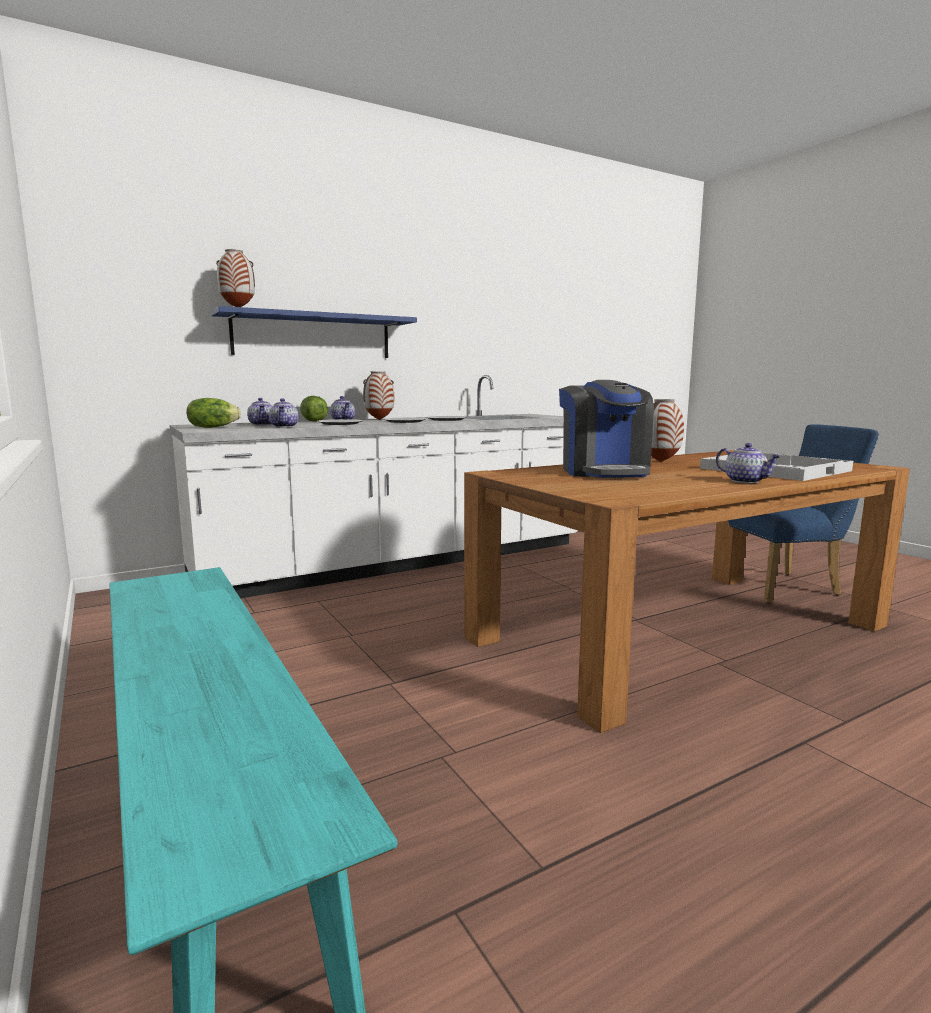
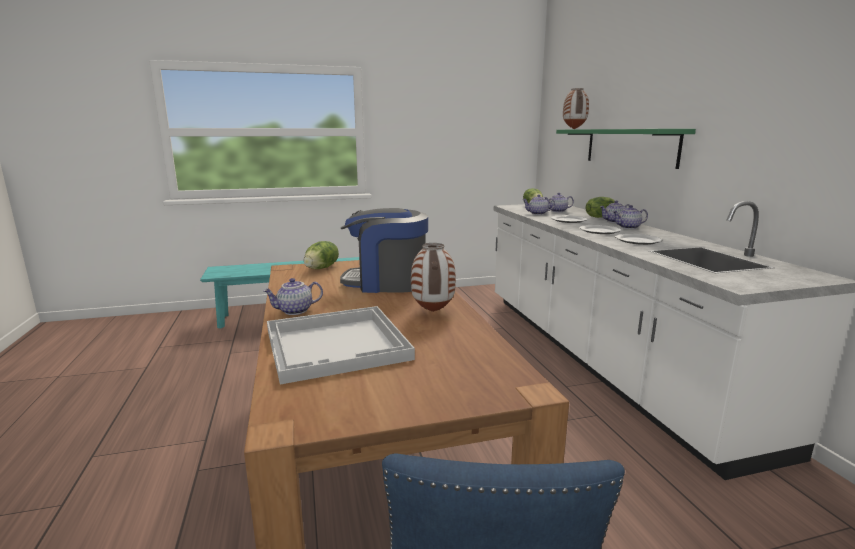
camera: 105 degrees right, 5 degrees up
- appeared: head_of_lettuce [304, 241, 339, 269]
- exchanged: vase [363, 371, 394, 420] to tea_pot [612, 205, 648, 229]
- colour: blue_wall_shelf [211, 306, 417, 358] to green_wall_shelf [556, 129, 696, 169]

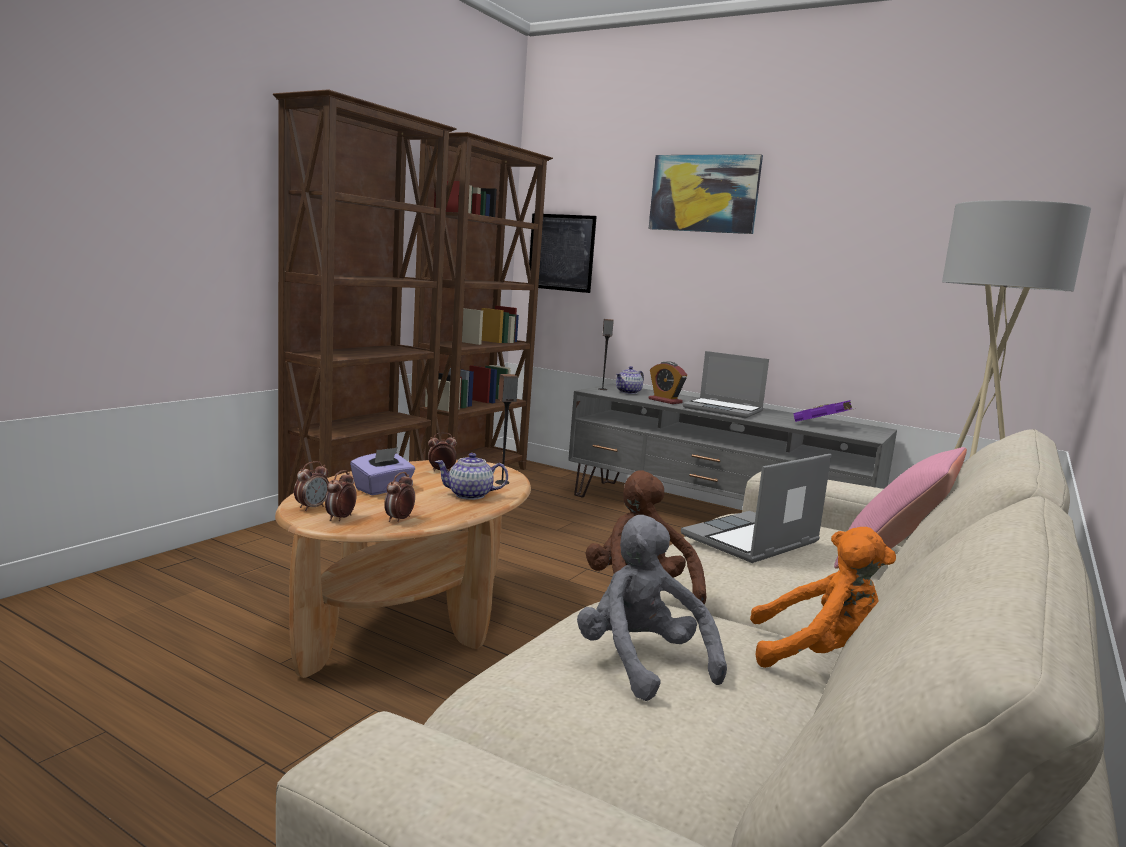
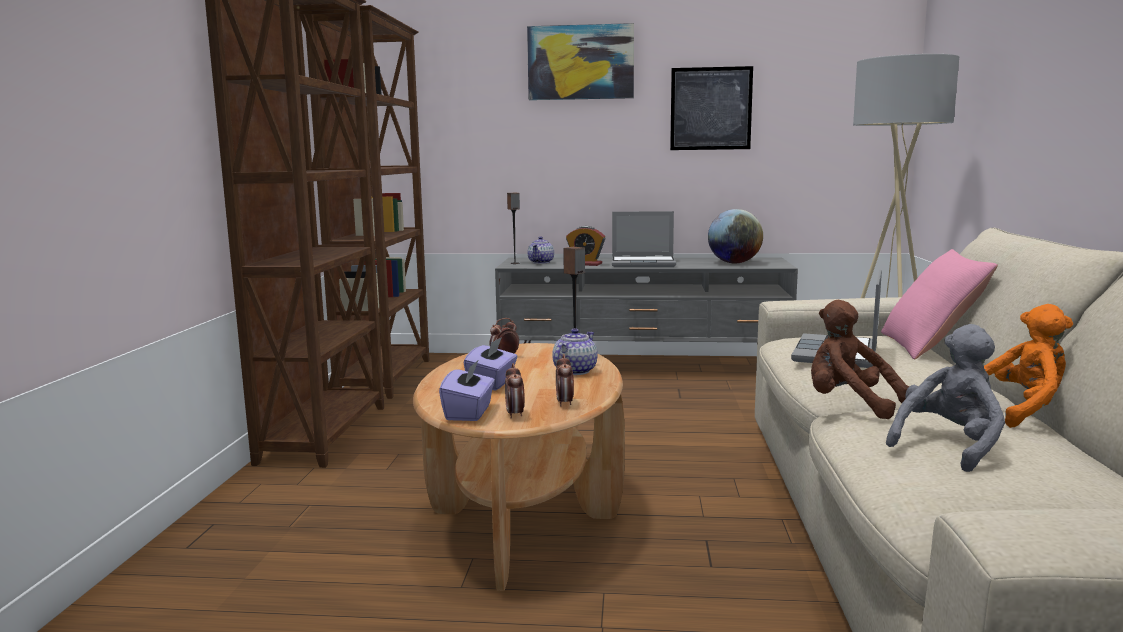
camera: 25 degrees left, 0 degrees up
- relocated: wall_art [529, 213, 597, 293] to [670, 66, 753, 150]
- exchanged: alarm_clock [294, 461, 329, 511] to purple-coloured_tissue_box [439, 360, 495, 421]
- exchanged: purple-coloured_bound_book [793, 400, 856, 422] to world_globe [708, 209, 763, 263]
- spun: tea_pot [435, 453, 508, 500] = [552, 328, 598, 375] 150 degrees clockwise
- spun: gray_plush_toy [577, 515, 727, 701] = [886, 324, 1005, 472] 105 degrees clockwise

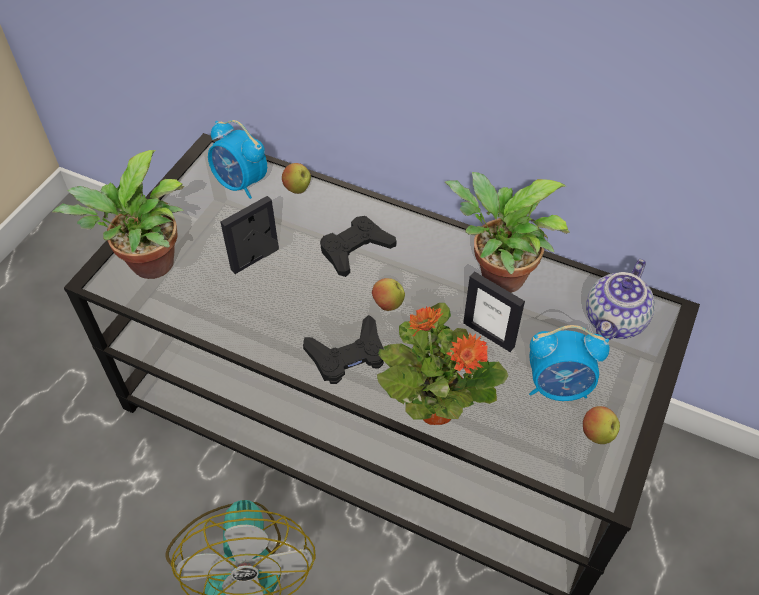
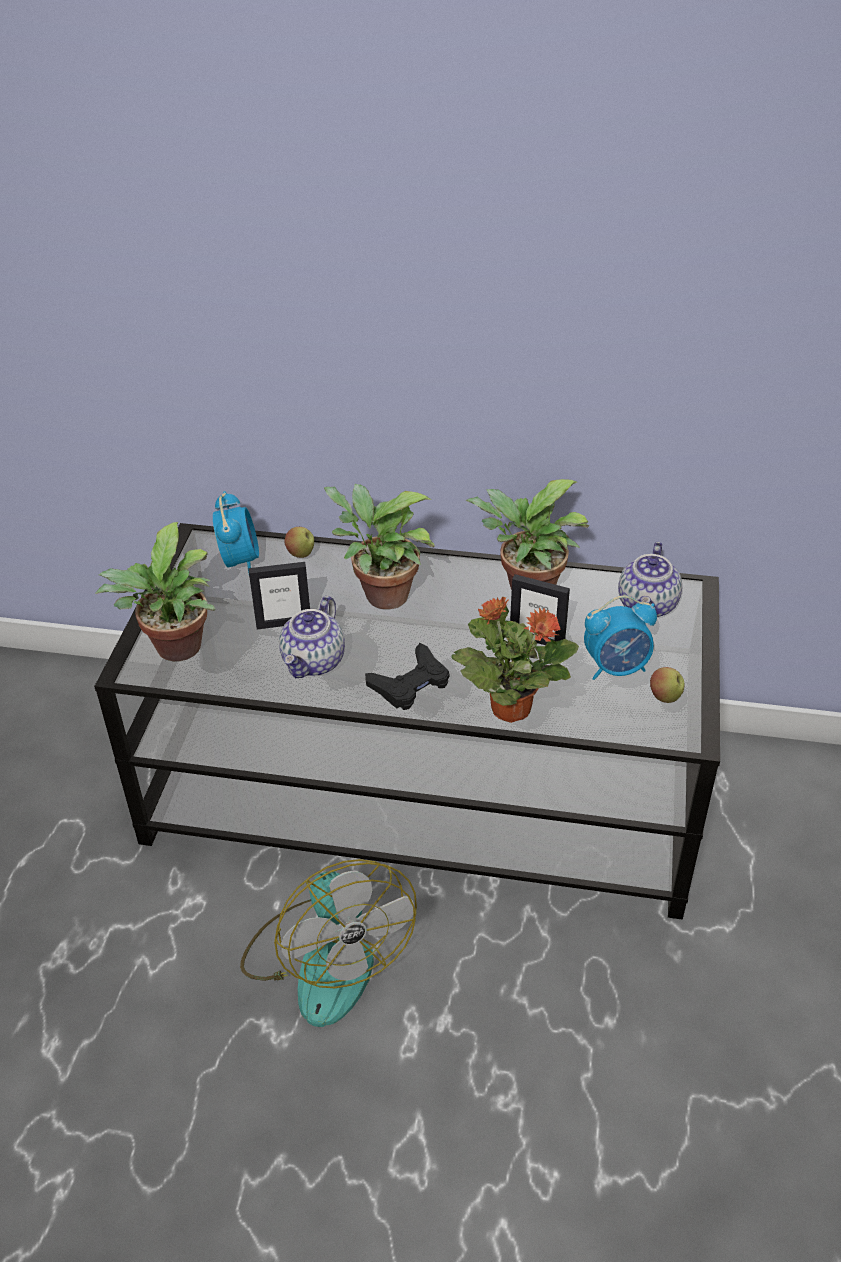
camera: 15 degrees left, 10 degrees down
- missing: apple_fruit [372, 278, 405, 311]
- appeared: tea_pot [279, 596, 345, 678]
- exchanged: black-coloured_game_controller [320, 216, 396, 277] to houseplant [324, 484, 435, 609]
- spun: alarm_clock [208, 120, 267, 199] = [213, 491, 259, 573] 120 degrees counterclockwise
- spun: standing_frame [220, 196, 279, 274] = [248, 562, 310, 630] 135 degrees counterclockwise

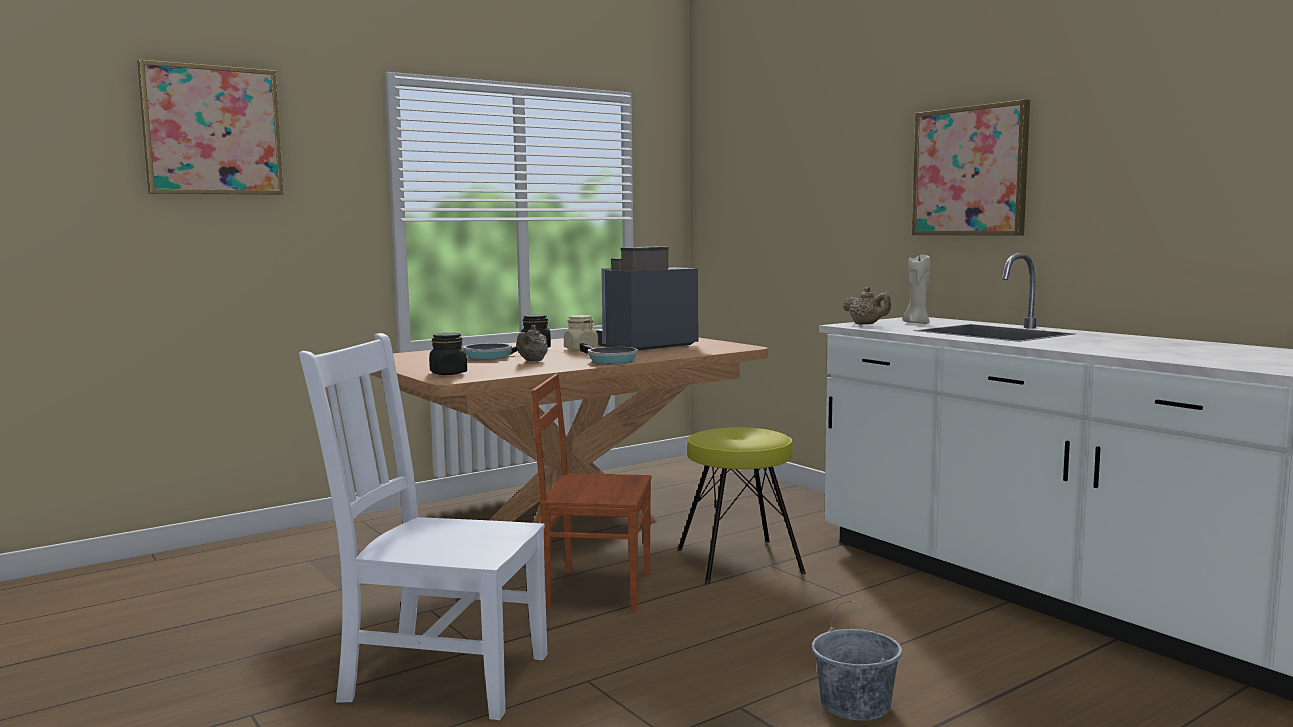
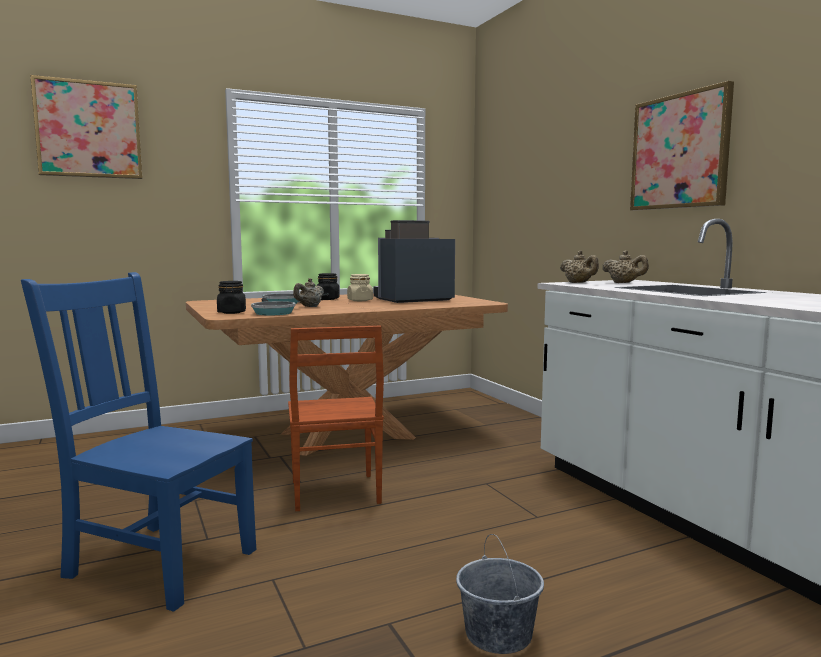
camera: 10 degrees right, 0 degrees up
- missing: yellow_stool_seat [678, 427, 806, 584]
- relocated: pan [579, 343, 638, 364] to [251, 298, 296, 315]
- exchanged: beige-coloured_candle [903, 254, 930, 324] to beige-coloured_tea_pot [602, 250, 649, 283]
- colour: white_plain_chair [299, 333, 547, 720] to blue_plain_chair [21, 272, 256, 612]
- spun: brownish_plain_chair [532, 374, 652, 612] = [288, 326, 384, 511] 120 degrees counterclockwise

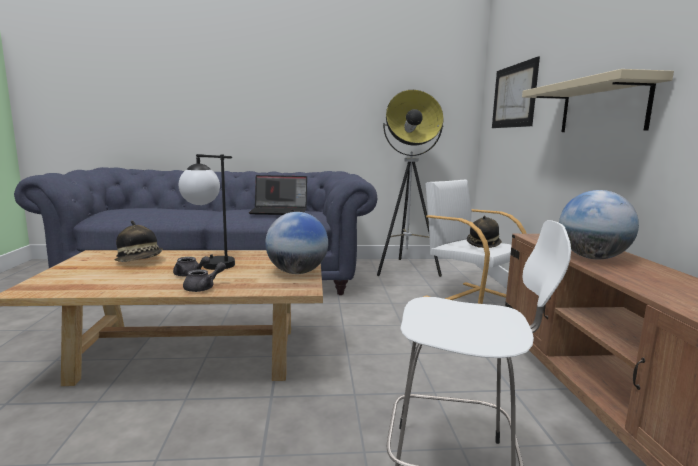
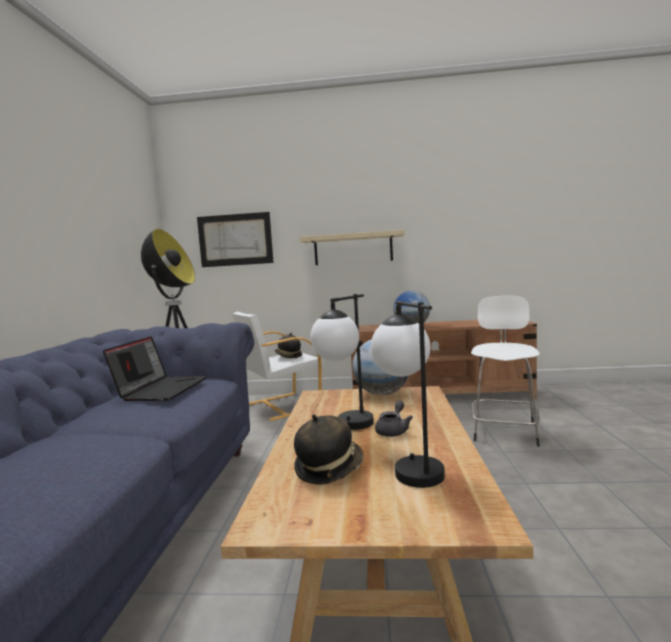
camera: 80 degrees left, 5 degrees down
- missing: gray_tea_pot [183, 262, 226, 292]
- appeared: lamp_for_a_table [371, 301, 445, 488]

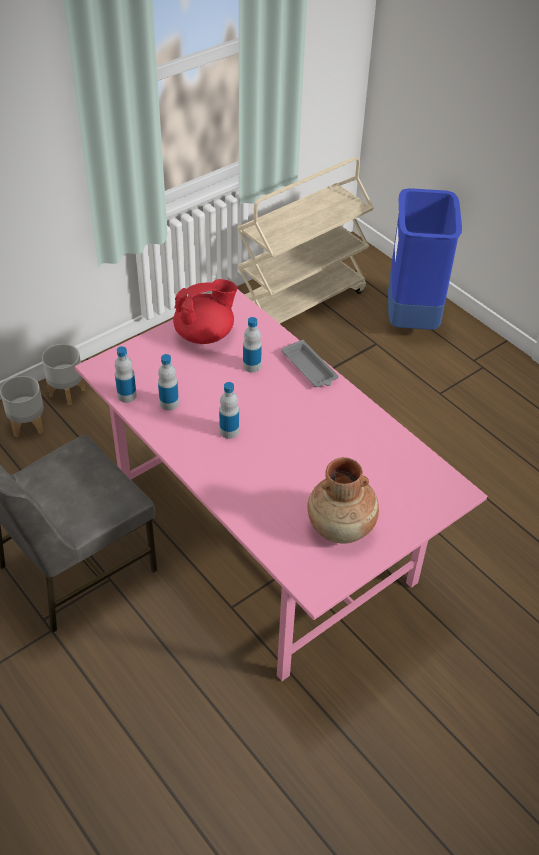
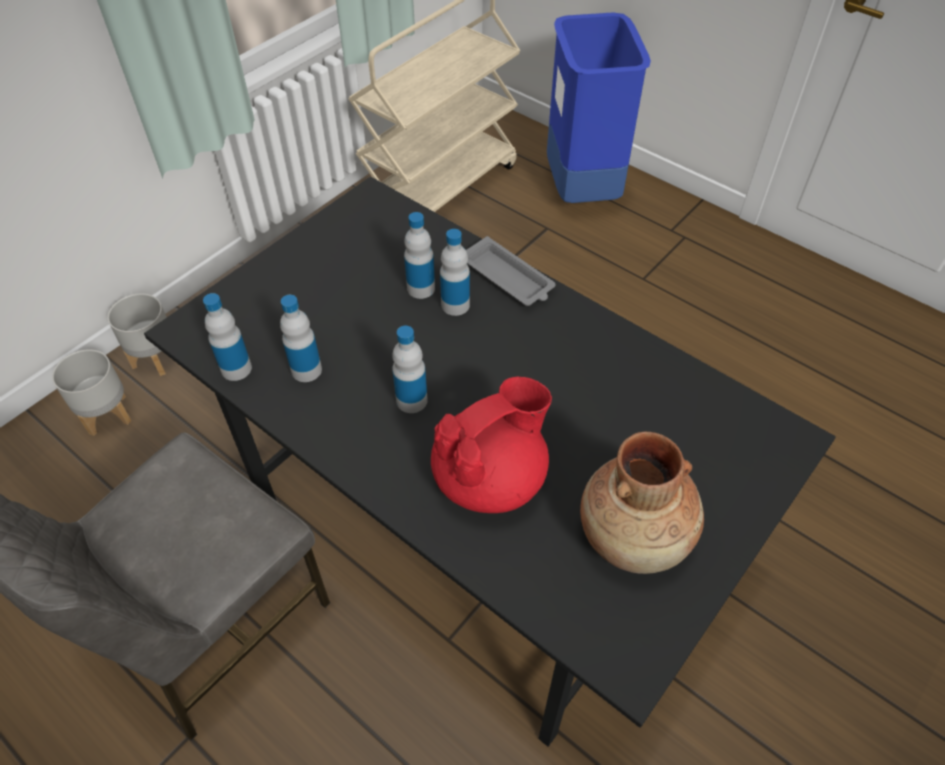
camera: 10 degrees left, 5 degrees up
- appeared: drink_bottle [440, 229, 470, 316]
- relocated: red-coloured_tea_pot [173, 279, 237, 344] to [431, 377, 552, 513]
- colour: pink_dining_table [75, 289, 487, 681] to black-coloured_dining_table [144, 176, 836, 747]

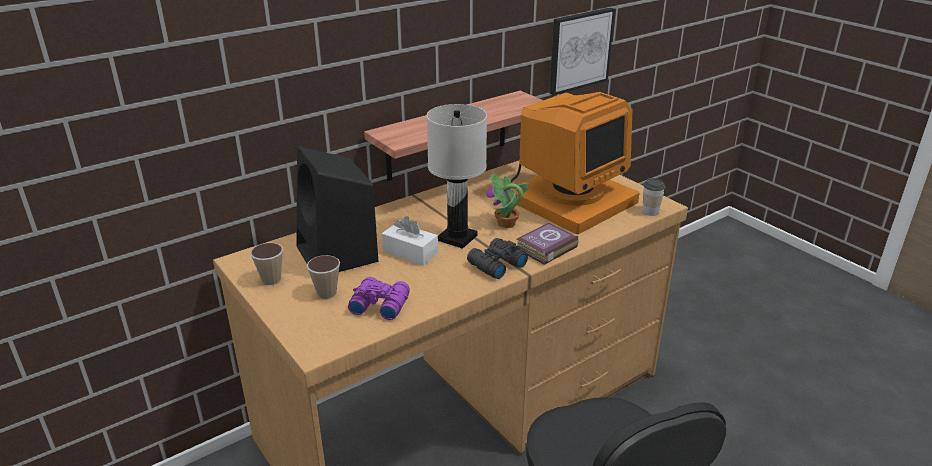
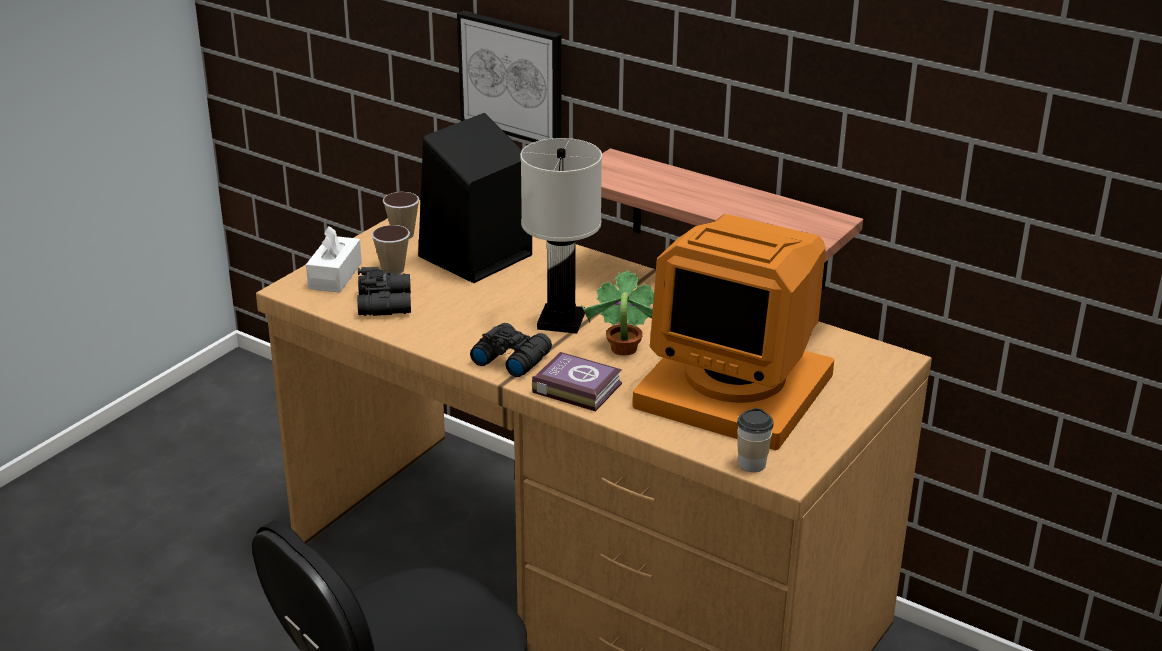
camera: 70 degrees right, 0 degrees up
- relocated: white_tissue_box [382, 216, 438, 266] to [306, 226, 362, 292]
- relocated: wall_art [549, 8, 615, 95] to [457, 11, 562, 142]
- colour: purple-coloured_pair_of_binoculars [348, 277, 410, 320] to black-coloured_pair_of_binoculars [357, 267, 411, 316]

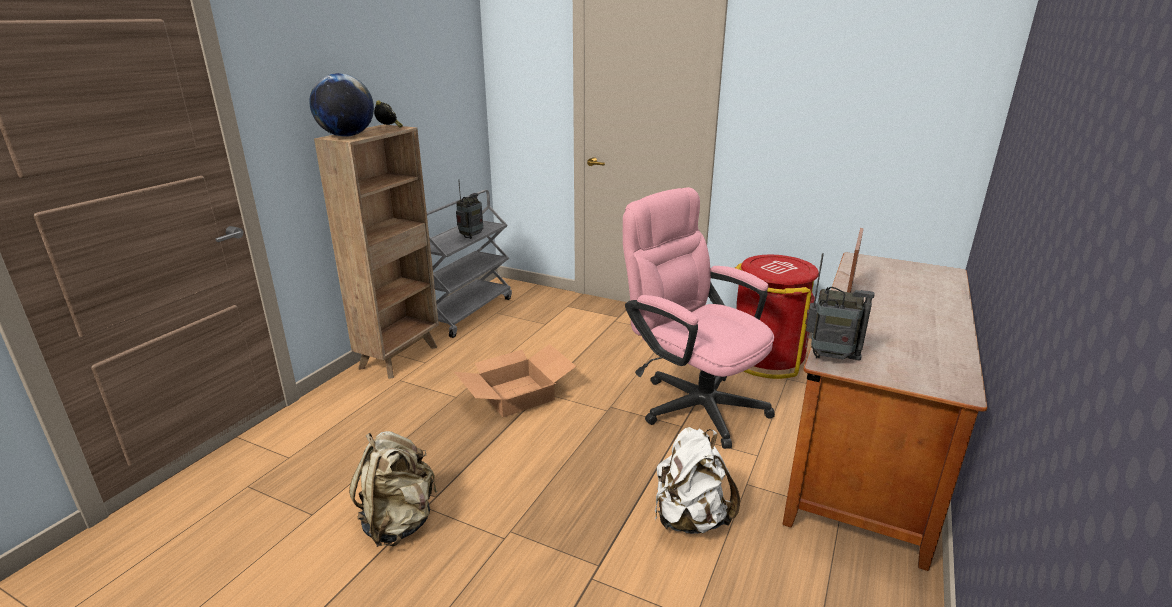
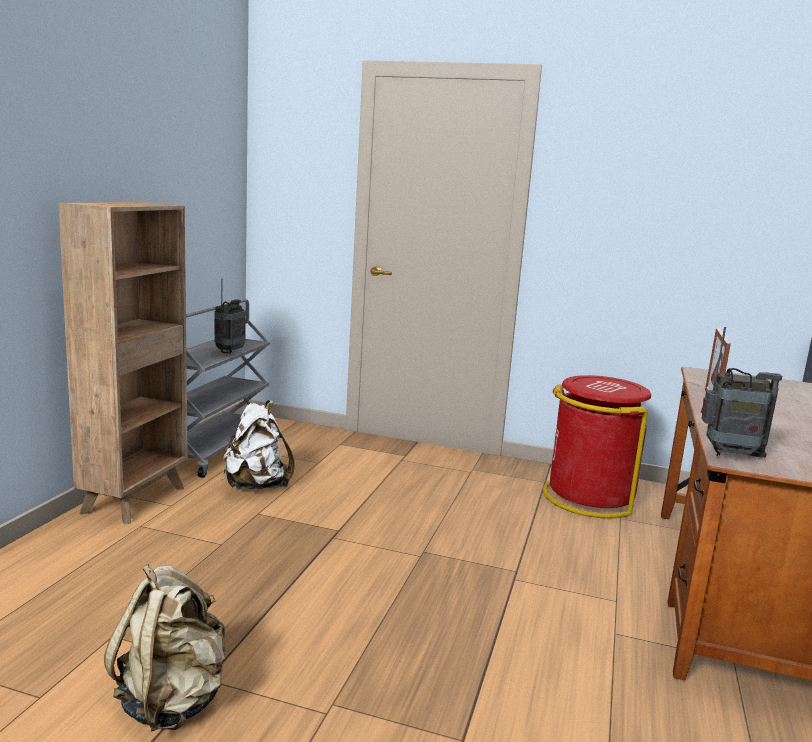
camera: 10 degrees left, 10 degrees down
- missing: world_globe [309, 73, 374, 137]
- missing: alarm_clock [374, 100, 403, 128]
- missing: cardboard_box [454, 344, 576, 417]
- missing: pink_office_chair [623, 187, 775, 449]
- relocated: white_knapsack [655, 427, 740, 534] to [223, 400, 295, 489]

